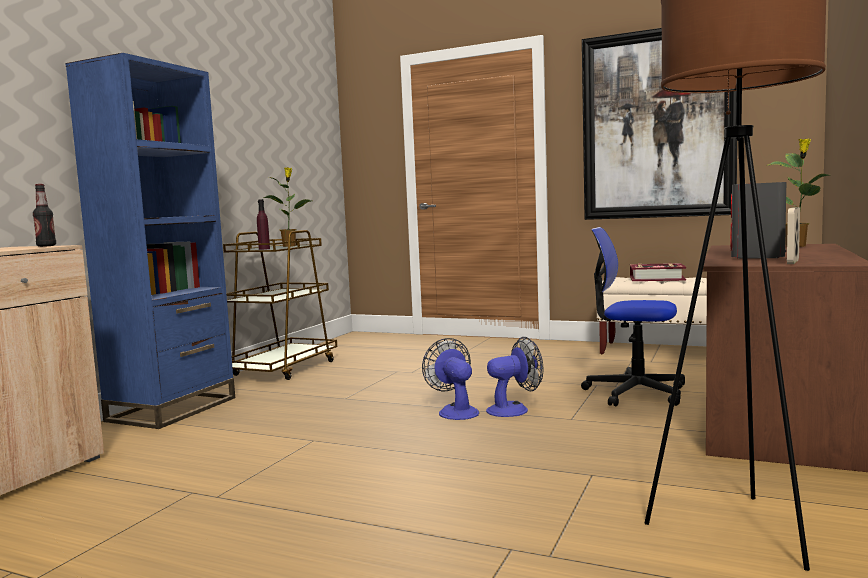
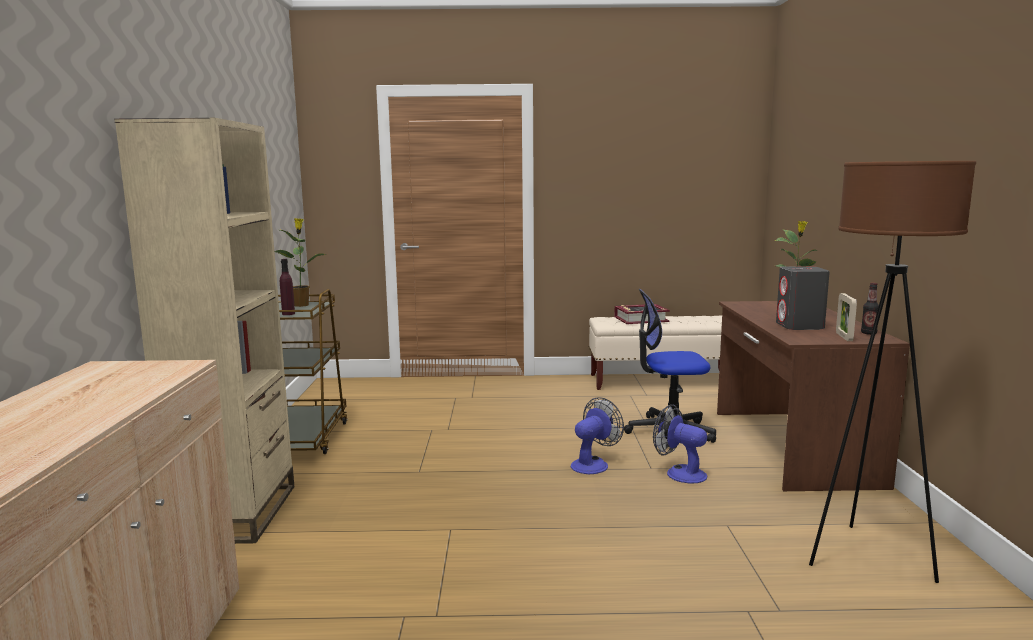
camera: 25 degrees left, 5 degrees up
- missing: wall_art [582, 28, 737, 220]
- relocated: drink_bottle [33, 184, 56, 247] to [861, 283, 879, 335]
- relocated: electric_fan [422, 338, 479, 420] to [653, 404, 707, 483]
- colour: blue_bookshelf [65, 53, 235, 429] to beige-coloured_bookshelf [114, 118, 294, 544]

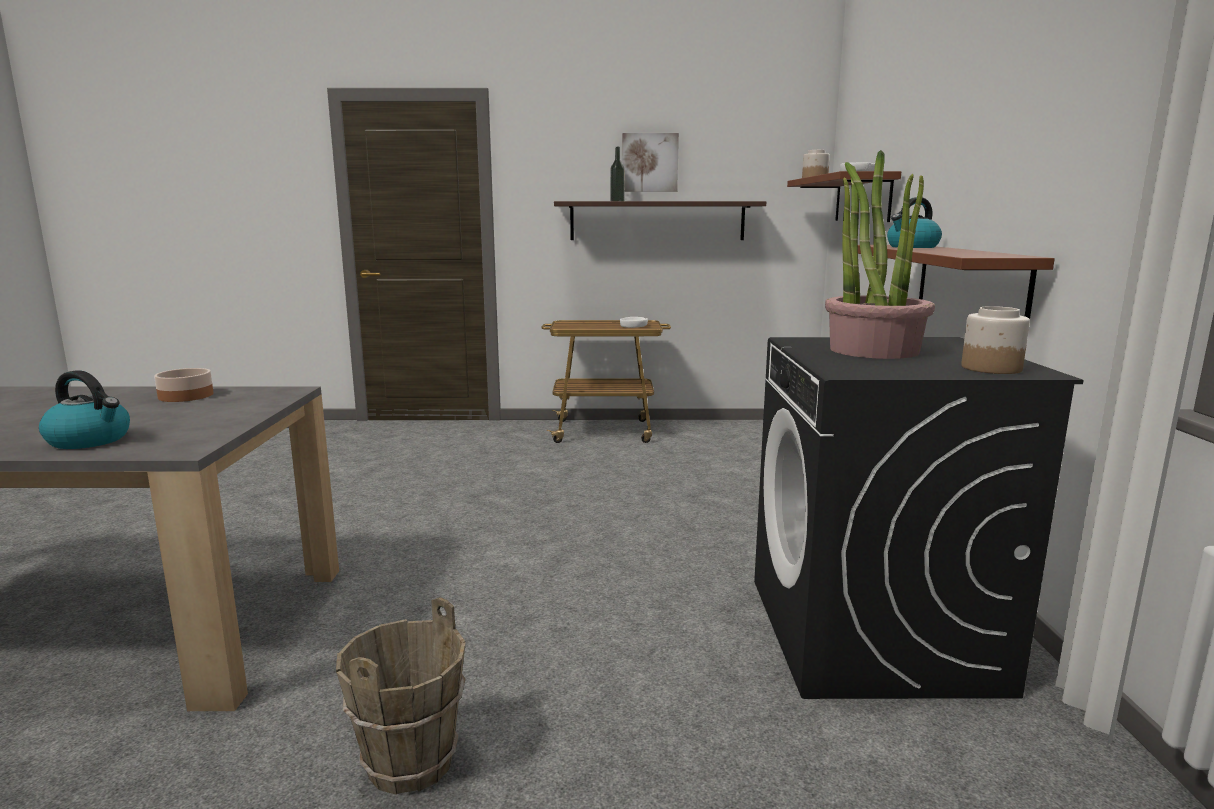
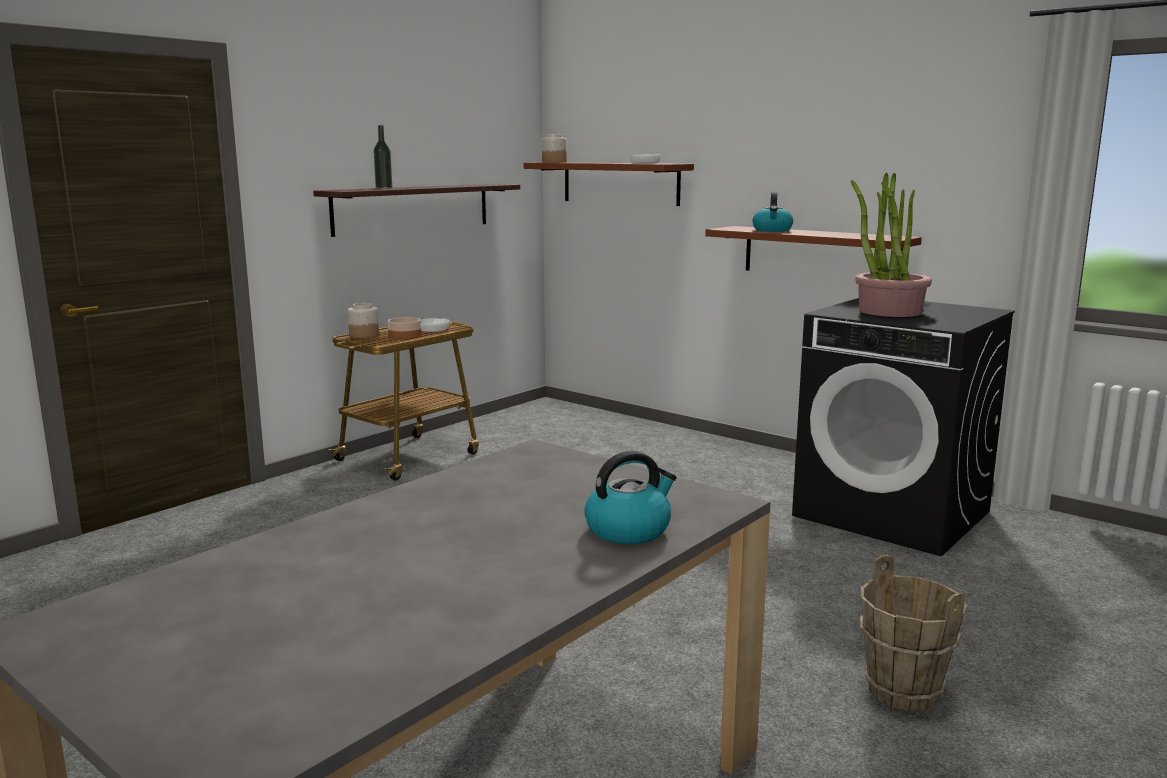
camera: 50 degrees left, 0 degrees up
- missing: wall_art [622, 133, 679, 192]
- relocated: deep_dish [154, 368, 214, 402] to [388, 317, 421, 339]
- relocated: storage_jar [961, 306, 1030, 374] to [348, 303, 379, 338]

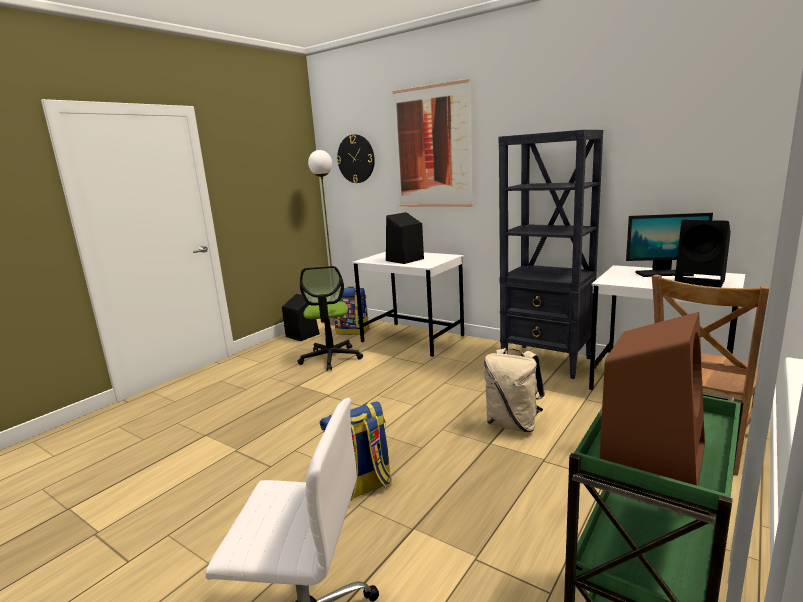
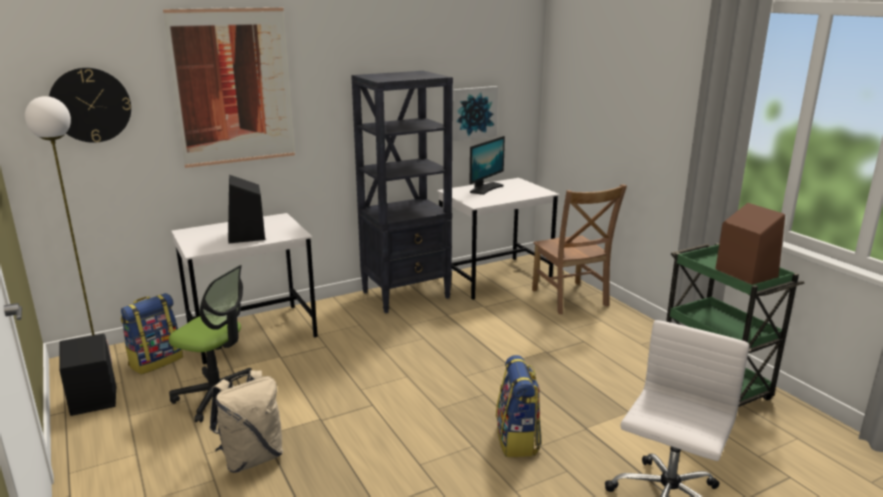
camera: 65 degrees left, 5 degrees up
- missing: black-coloured_loudspeaker [675, 220, 731, 287]
- appeared: wall_art [452, 86, 498, 141]
- relocated: beige-coloured_knapsack [484, 348, 545, 432] to [209, 370, 283, 473]

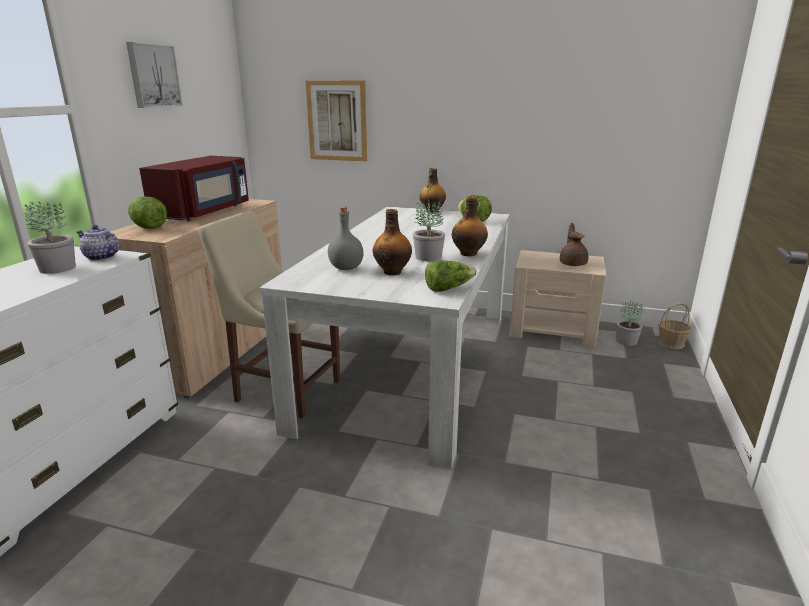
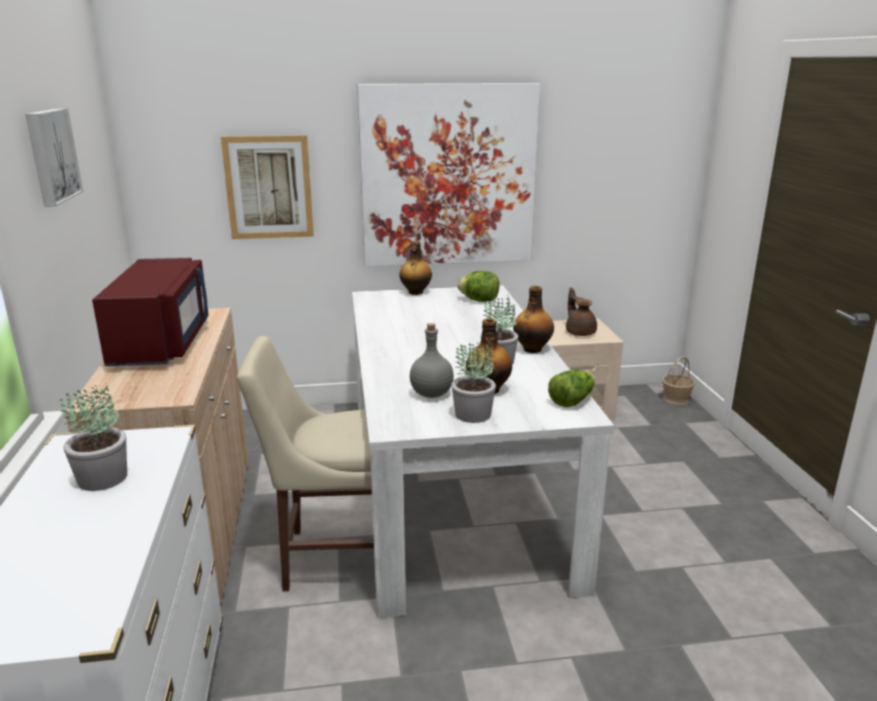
camera: 25 degrees left, 0 degrees up
- missing: tea_pot [76, 225, 120, 261]
- missing: head_of_lettuce [128, 197, 167, 229]
- appeared: wall_art [357, 83, 540, 267]
- relocated: houseplant [616, 302, 643, 346] to [451, 343, 496, 423]

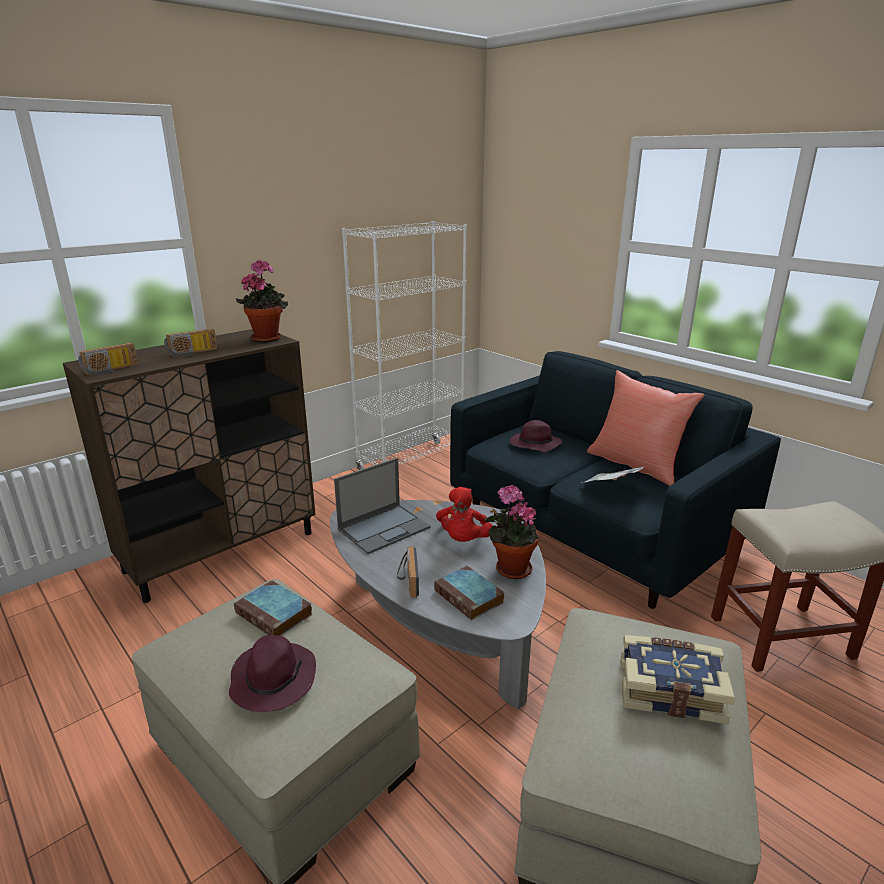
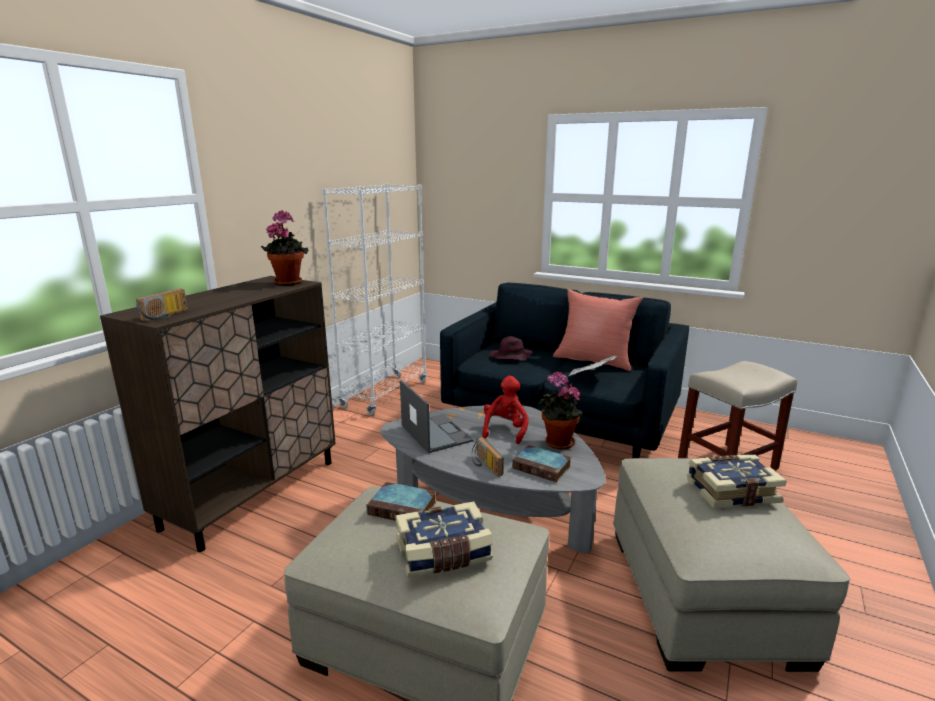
camera: 20 degrees left, 5 degrees down
- missing: radio_receiver [164, 329, 217, 357]
- exchanged: purple-coloured_clothing_hat [229, 635, 316, 712] to bound_book [395, 501, 493, 577]
- spun: portable_computer [334, 458, 430, 554] = [400, 380, 473, 453] 60 degrees counterclockwise
- spun: red-coloured_plush_toy [436, 487, 492, 542] = [482, 376, 529, 444] 150 degrees counterclockwise

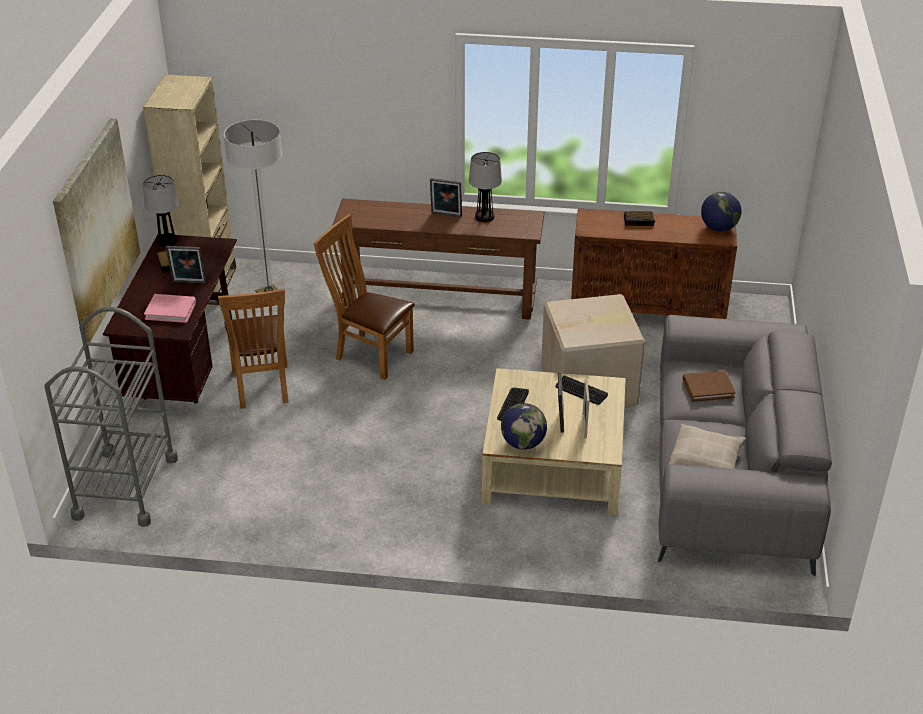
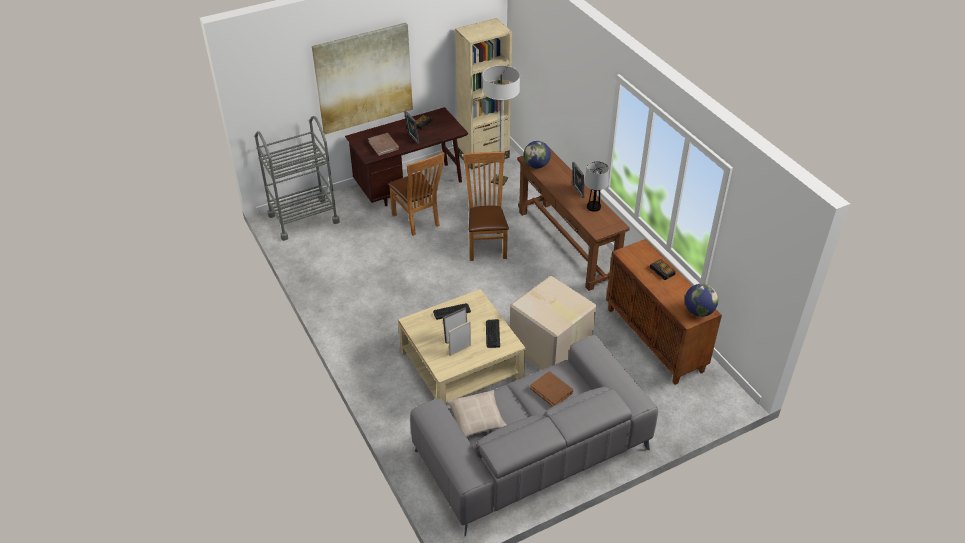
camera: 55 degrees right, 5 degrees up
- missing: lamp_for_a_table [143, 175, 179, 247]
- relocated: world_globe [501, 403, 547, 450] to [524, 141, 551, 168]
- colour: pink_bound_book [144, 294, 196, 323] to brownish_bound_book [368, 133, 399, 156]
- spun: brownish_plain_chair [218, 289, 288, 409] = [388, 152, 445, 236] 75 degrees counterclockwise

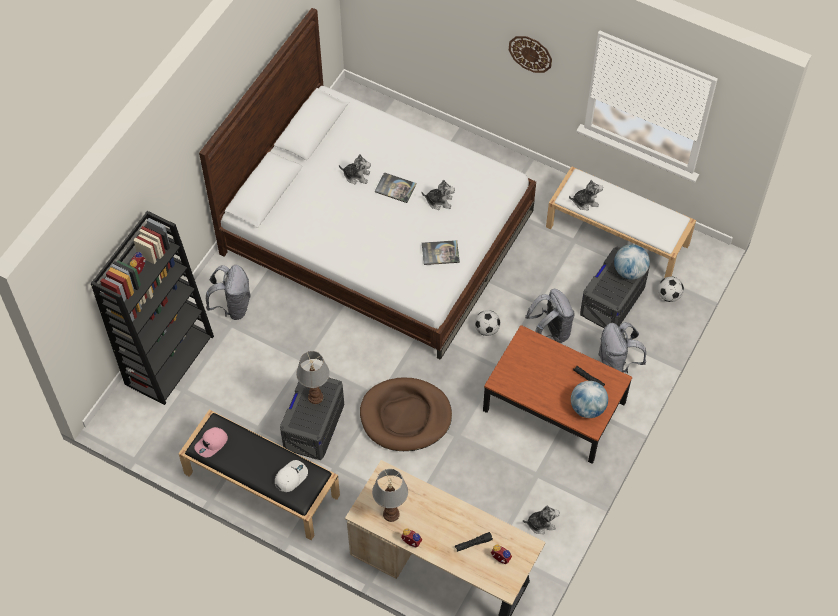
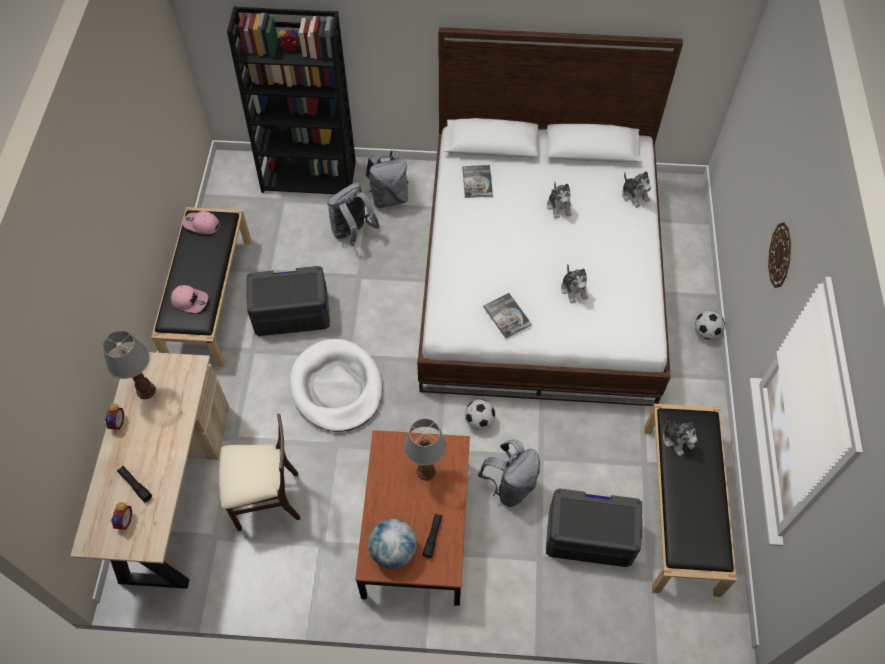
camera: 65 degrees right, 0 degrees up
- missing: world_globe [614, 244, 650, 280]
- appeared: beige-coloured_plain_chair [219, 414, 300, 531]
- relocated: lamp_for_a_table [296, 351, 330, 404] to [404, 419, 446, 480]
- relocated: bound_book [375, 172, 416, 203] to [462, 165, 493, 198]
- relocated: plush_toy [523, 506, 560, 534] to [622, 171, 651, 208]
- relocated: gray_knapsack [598, 322, 646, 373] to [327, 183, 380, 246]
- relocated: football [658, 277, 684, 302] to [695, 311, 725, 340]
- colour: white_peaked_cap [275, 460, 308, 492] to pink_peaked_cap [171, 285, 208, 313]
- colour: brownish_dog_cushion [360, 378, 452, 451] to white_dog_cushion [289, 339, 383, 432]
- colour: white_bench [546, 166, 696, 278] to black-coloured_bench [644, 404, 737, 597]

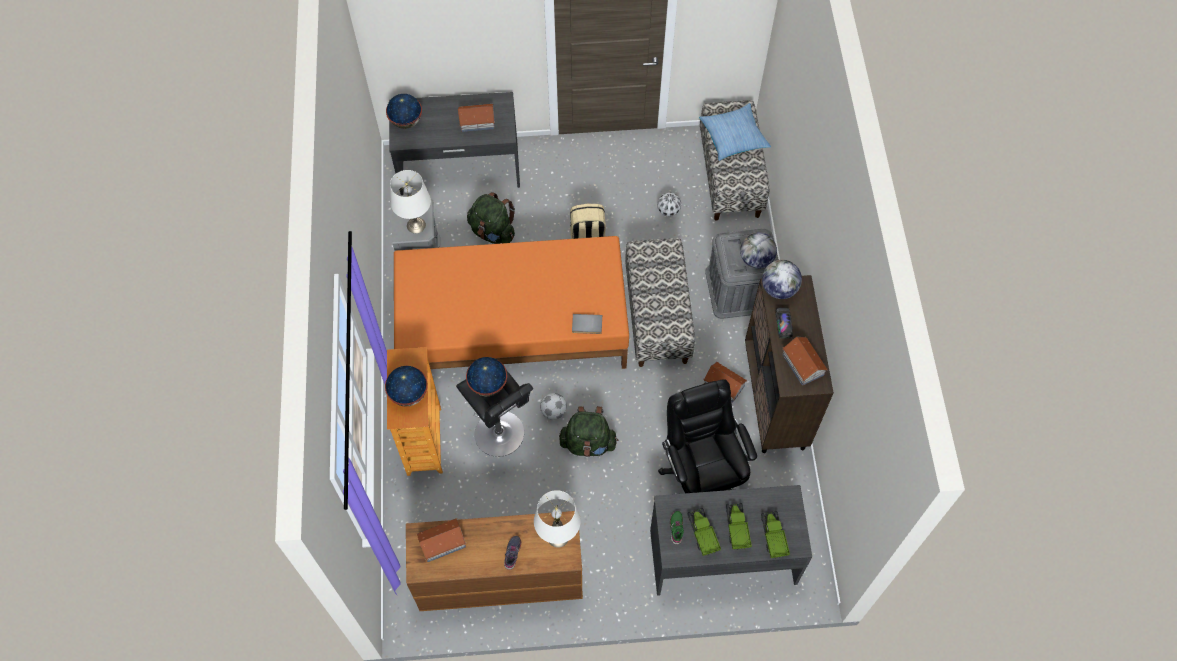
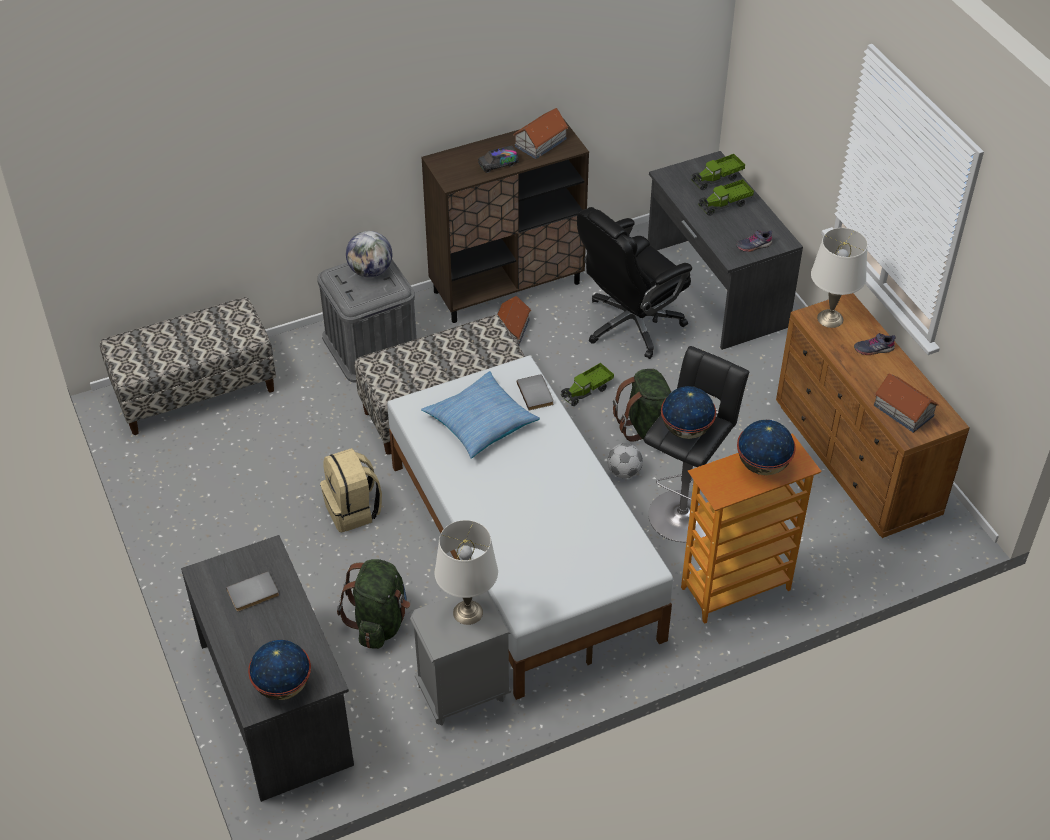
camera: 110 degrees left, 15 degrees down
- missing: football [657, 192, 681, 217]
- missing: world_globe [762, 260, 802, 299]
- relocated: model_truck [688, 508, 721, 556] to [560, 363, 614, 406]
- relocated: pillow [699, 103, 771, 161] to [421, 371, 540, 459]
- exchanged: miniature_house [458, 104, 495, 132] to gray_bound_book [226, 571, 279, 611]
- colour: orange_sleeping_bed [394, 236, 629, 369] to white_sleeping_bed [387, 356, 673, 700]
- colour: green_shoe [670, 511, 684, 545] to gray_shoe [736, 230, 772, 252]

